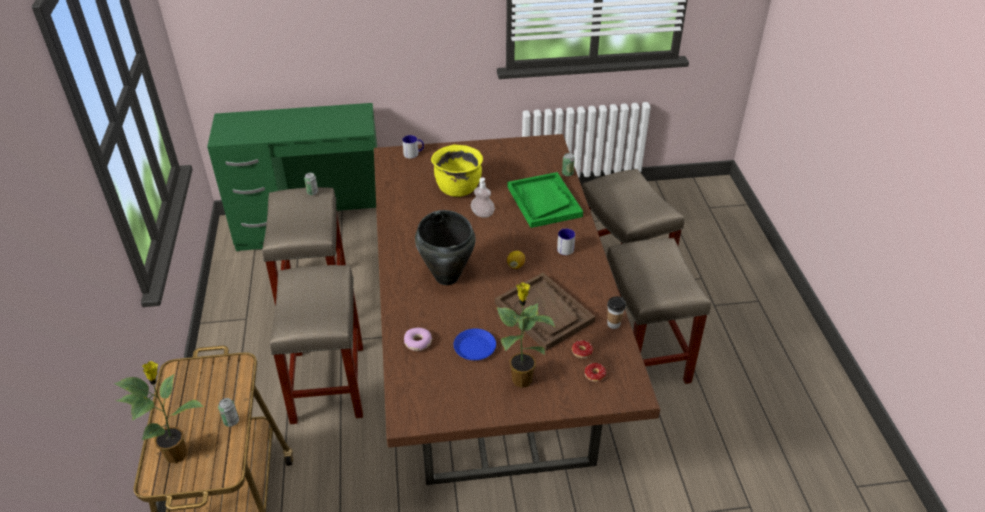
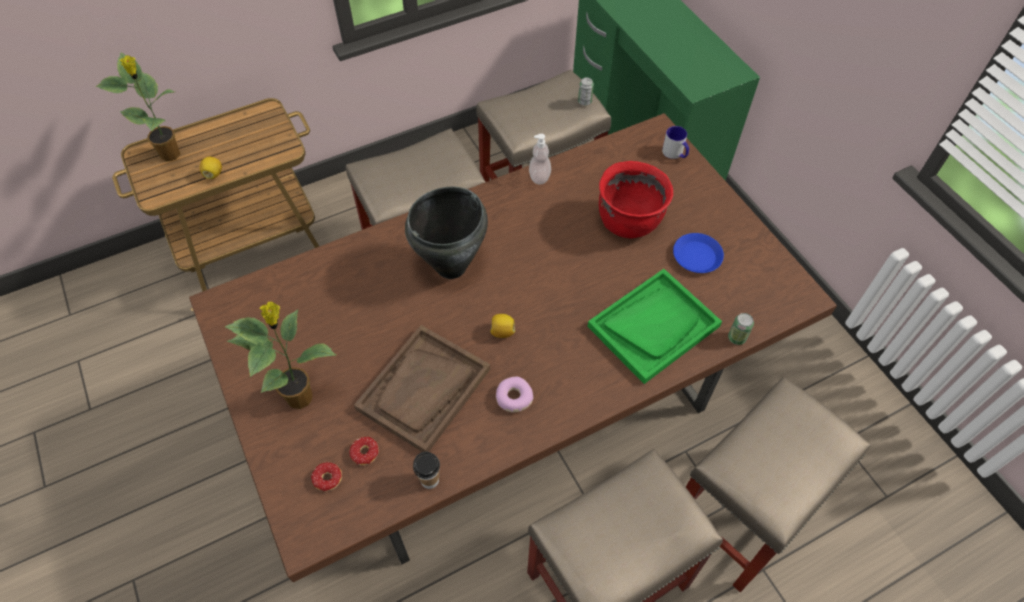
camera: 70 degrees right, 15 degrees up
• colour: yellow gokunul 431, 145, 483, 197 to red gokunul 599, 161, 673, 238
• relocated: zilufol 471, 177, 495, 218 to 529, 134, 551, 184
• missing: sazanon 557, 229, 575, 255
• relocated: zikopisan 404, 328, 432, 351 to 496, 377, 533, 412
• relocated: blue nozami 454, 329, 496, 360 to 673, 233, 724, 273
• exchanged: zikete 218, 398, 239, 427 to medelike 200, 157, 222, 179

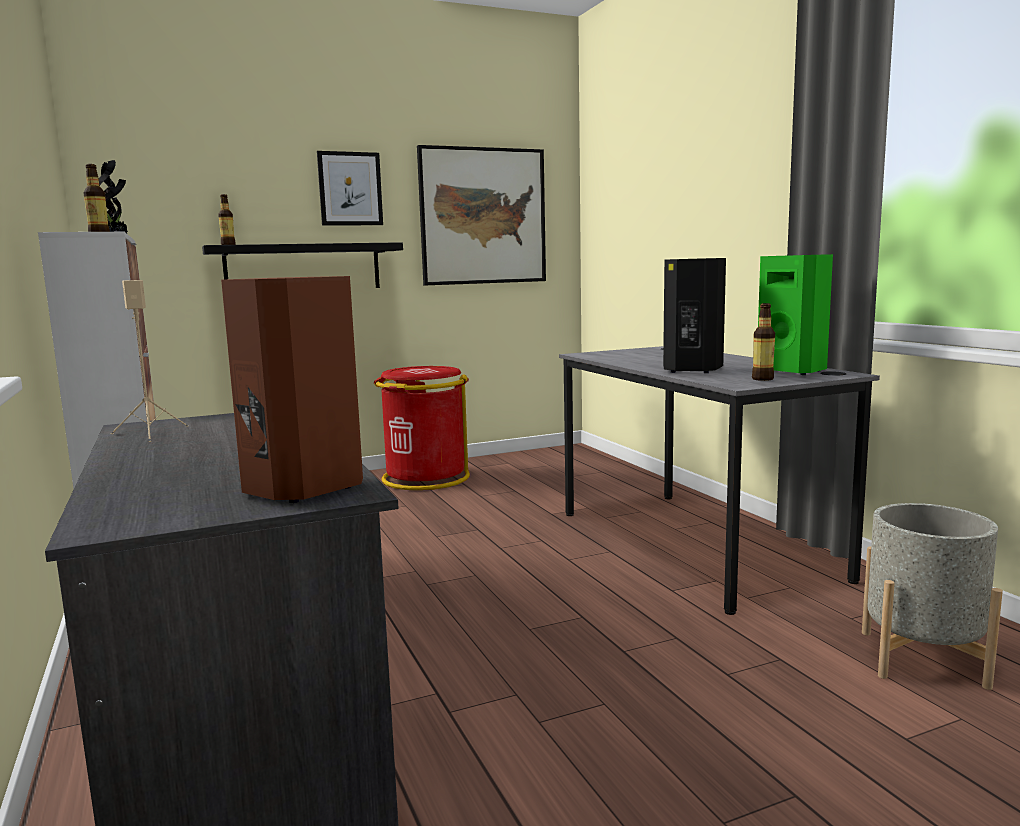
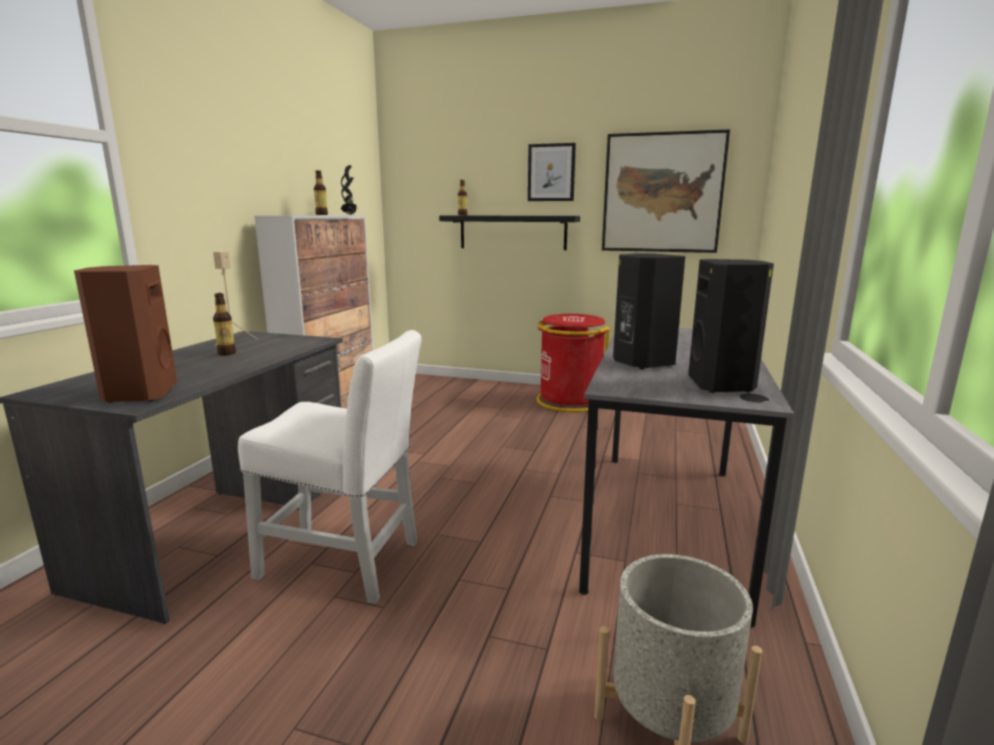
camera: 40 degrees right, 5 degrees up
• colour: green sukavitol 758, 254, 833, 375 to black sukavitol 688, 259, 774, 393
• relocated: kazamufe 752, 303, 775, 381 to 213, 293, 236, 355
• appeared: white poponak 238, 330, 422, 604

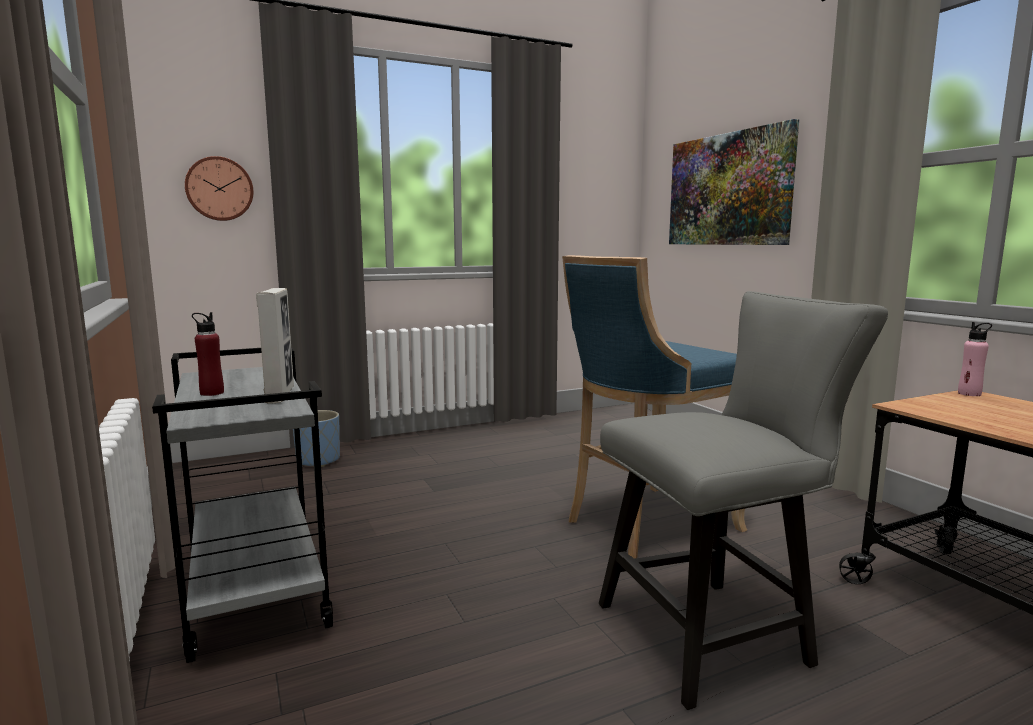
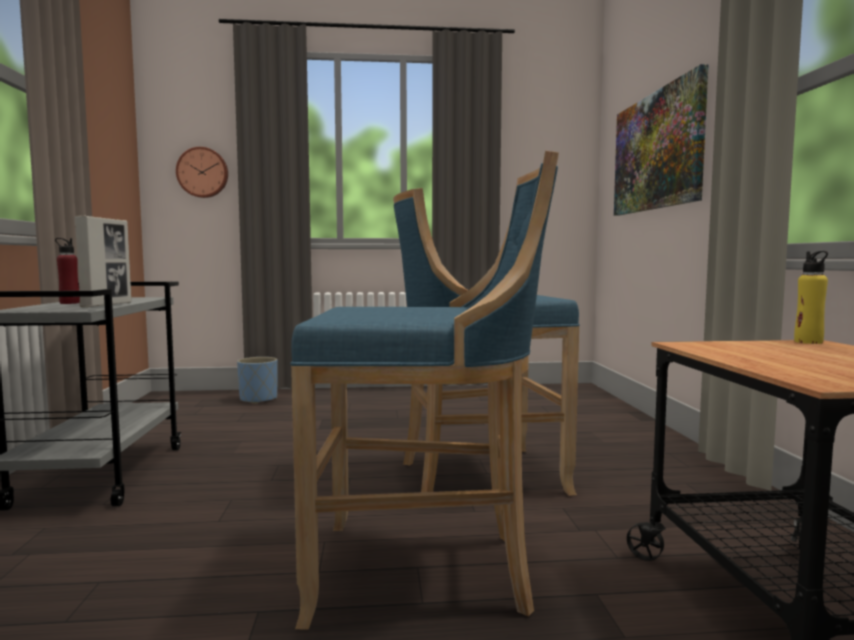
camera: 20 degrees right, 5 degrees down
• exchanged: grey poponak 599, 291, 888, 710 to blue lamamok 290, 151, 559, 629
• colour: pink kazamufe 958, 322, 992, 396 to yellow kazamufe 794, 251, 828, 344

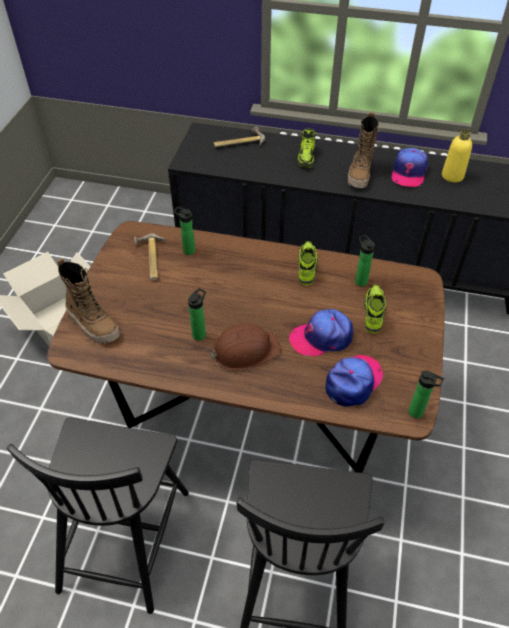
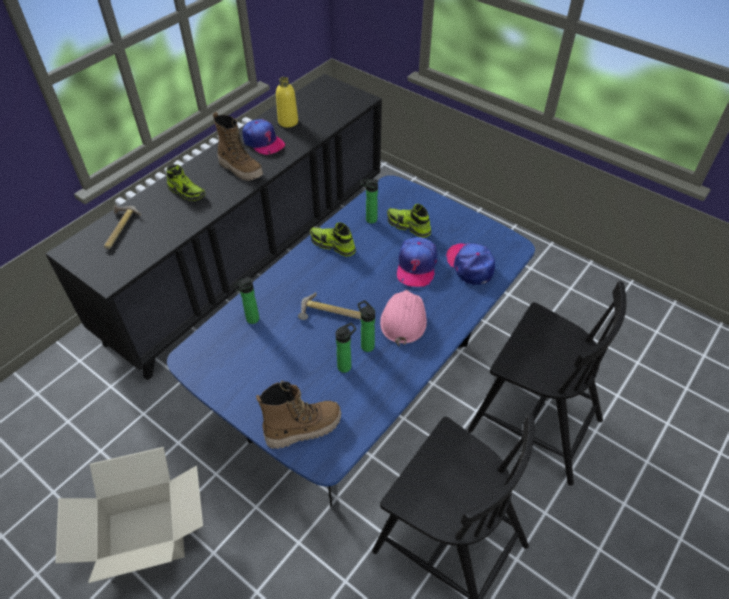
camera: 65 degrees left, 0 degrees up
• colour: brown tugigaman 47, 221, 445, 473 to blue tugigaman 167, 175, 535, 507
• relocated: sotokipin 134, 233, 166, 280 to 298, 292, 361, 320
• colour: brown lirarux 211, 323, 281, 371 to pink lirarux 380, 290, 427, 346
• relocated: kazamufe 409, 370, 444, 418 to 336, 323, 356, 373

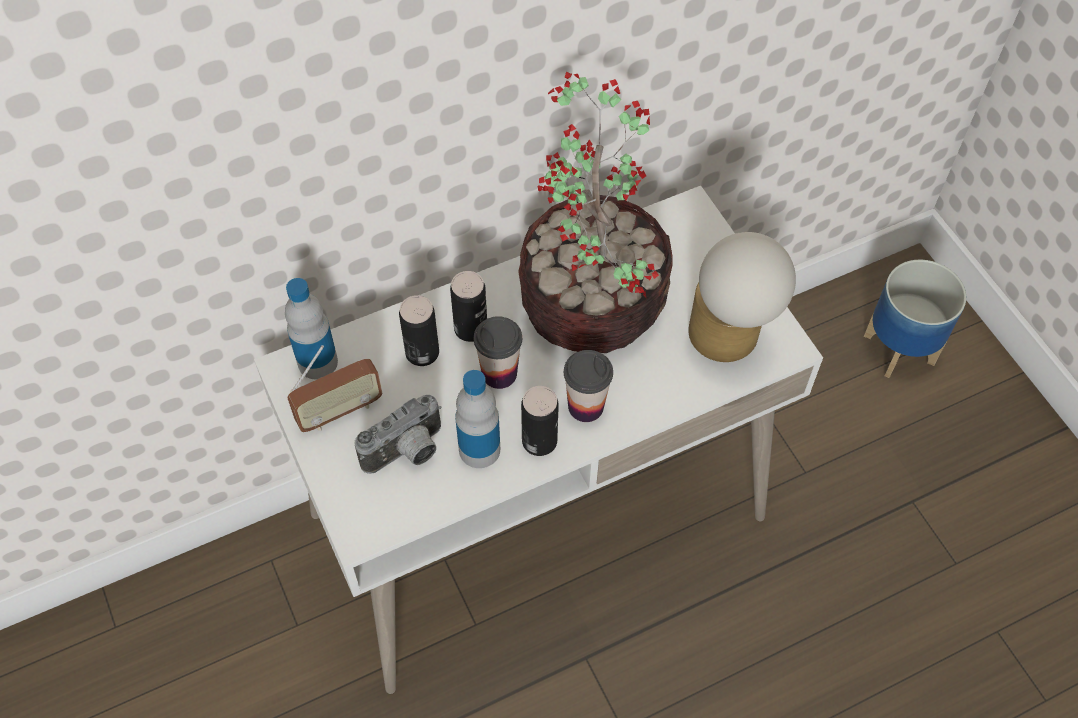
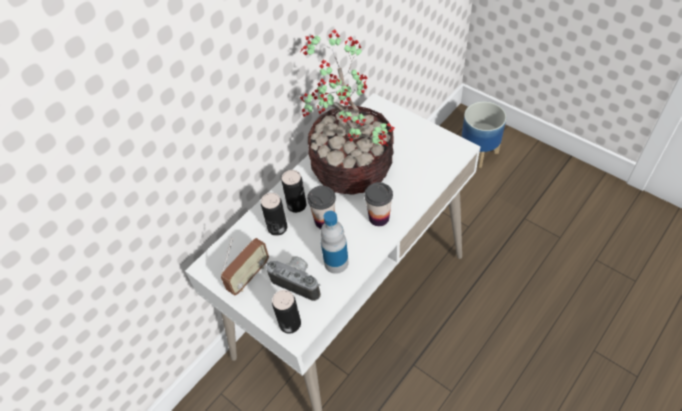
camera: 20 degrees left, 5 degrees down
• missing: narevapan 688, 232, 796, 362
• missing: kazamufe 285, 278, 338, 379
• relocated: zikete 521, 386, 559, 456 to 272, 290, 301, 334
• spun: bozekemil 354, 395, 442, 474 = 266, 256, 321, 301 90 degrees counterclockwise

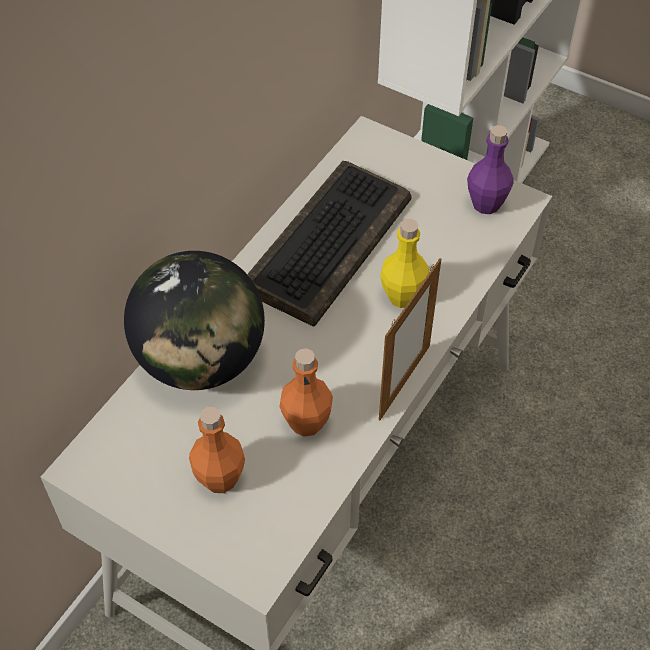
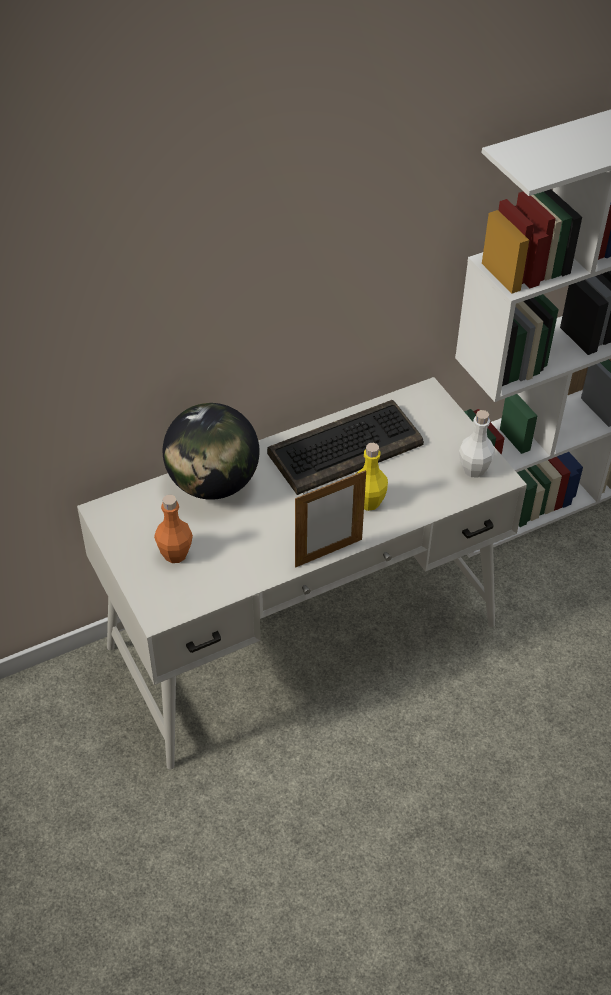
camera: 30 degrees right, 5 degrees down
• colour: purple kazamufe 467, 125, 514, 214 to white kazamufe 459, 410, 495, 478
• missing: orange kazamufe 279, 348, 333, 437

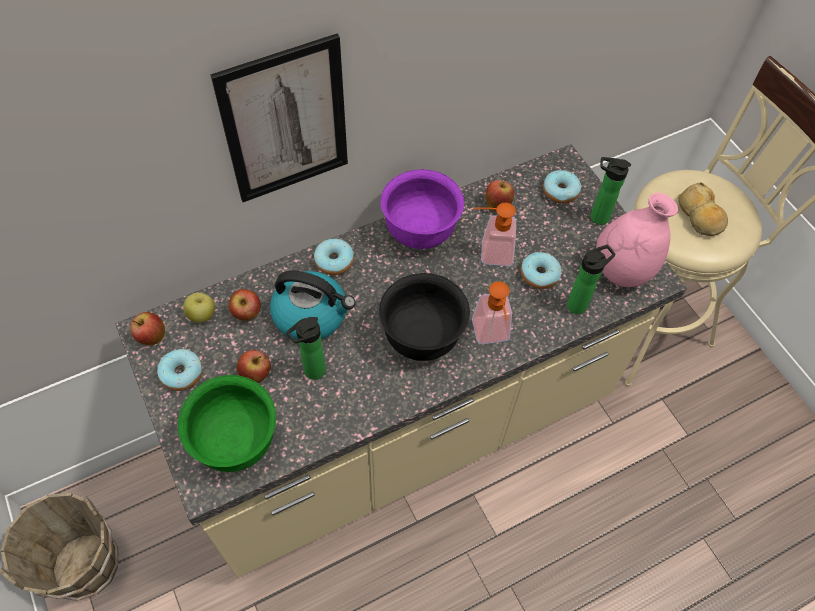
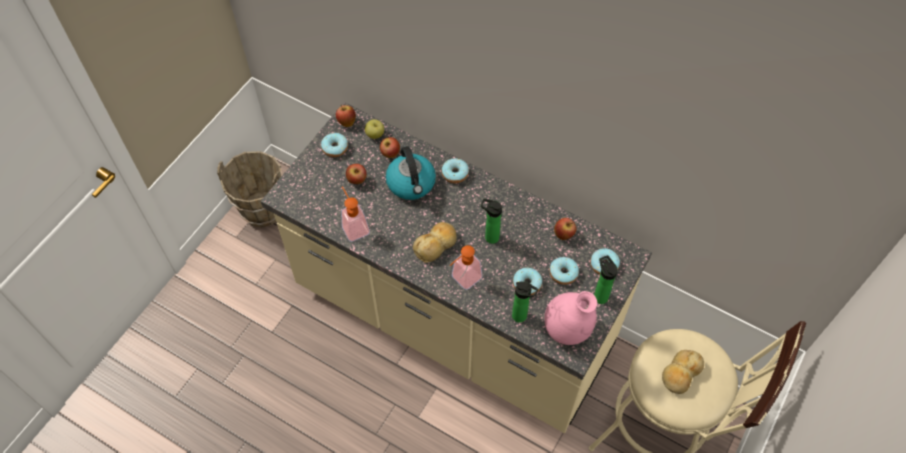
camera: 60 degrees right, 0 degrees up
• missing: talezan 210, 33, 348, 202
• missing: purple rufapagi 381, 169, 464, 249
• relocated: zilufol 473, 203, 516, 266 to 341, 186, 370, 242
• exchanged: black rufapagi 379, 273, 470, 361 to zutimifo 413, 222, 457, 263
• relocated: kazamufe 286, 317, 326, 380 to 481, 199, 503, 244
• missing: green rufapagi 178, 375, 276, 472
• appeared: zikopisan 549, 257, 579, 285

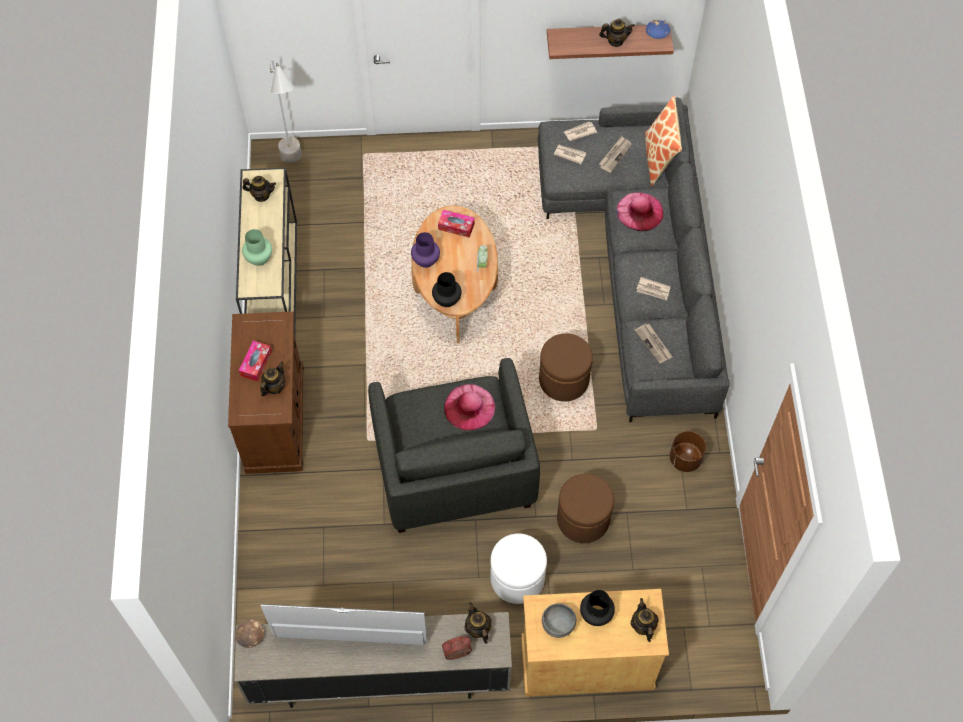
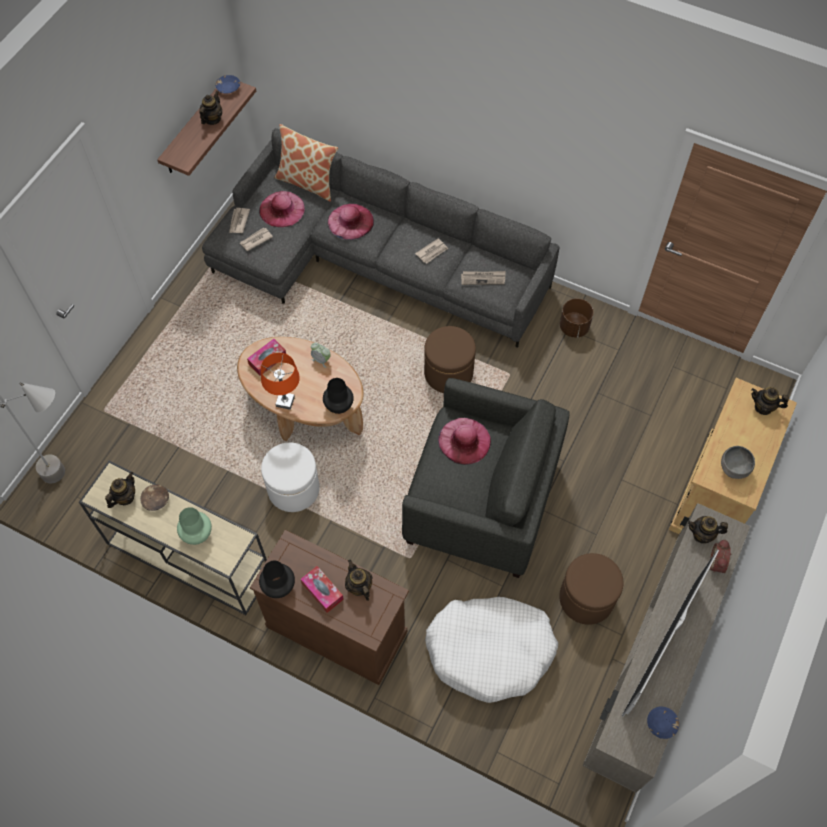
camera: 60 degrees left, 0 degrees up
• exchanged: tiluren 599, 136, 632, 173 to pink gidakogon 259, 191, 305, 227
• exchanged: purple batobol 411, 232, 440, 268 to orange narevapan 261, 353, 300, 410
• relocated: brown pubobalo 557, 474, 614, 543 to 559, 553, 623, 625
• relocated: white pubobalo 490, 533, 547, 604 to 261, 443, 320, 512
• relocated: black batobol 580, 590, 615, 626 to 259, 561, 295, 598
• relocated: brown rufapagi 235, 619, 264, 648 to 140, 484, 169, 511
• appeared: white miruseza 425, 597, 558, 703
• appeared: blue rufapagi 647, 707, 679, 739

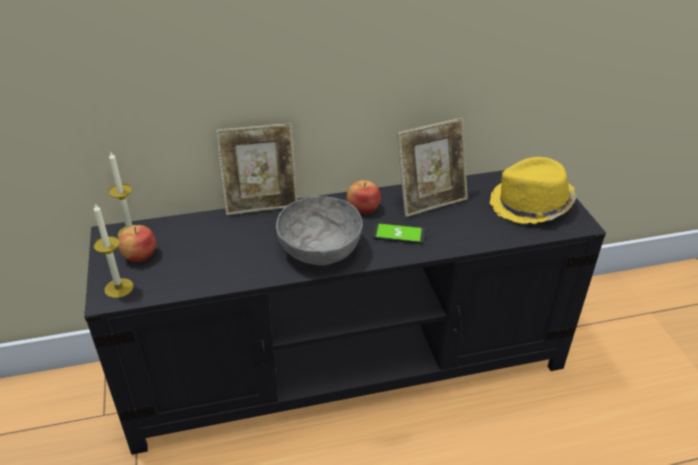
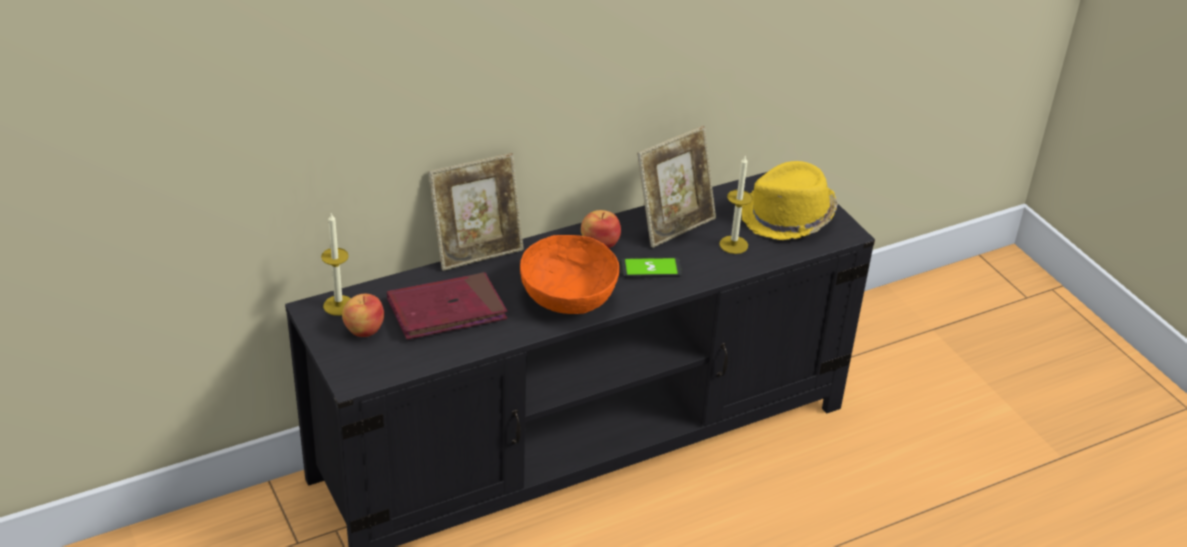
camera: 15 degrees left, 0 degrees up
• colour: grey rufapagi 276, 196, 363, 266 to orange rufapagi 520, 235, 619, 314
• relocated: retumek 94, 203, 134, 298 to 719, 156, 752, 254
• appeared: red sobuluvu 387, 273, 507, 339

